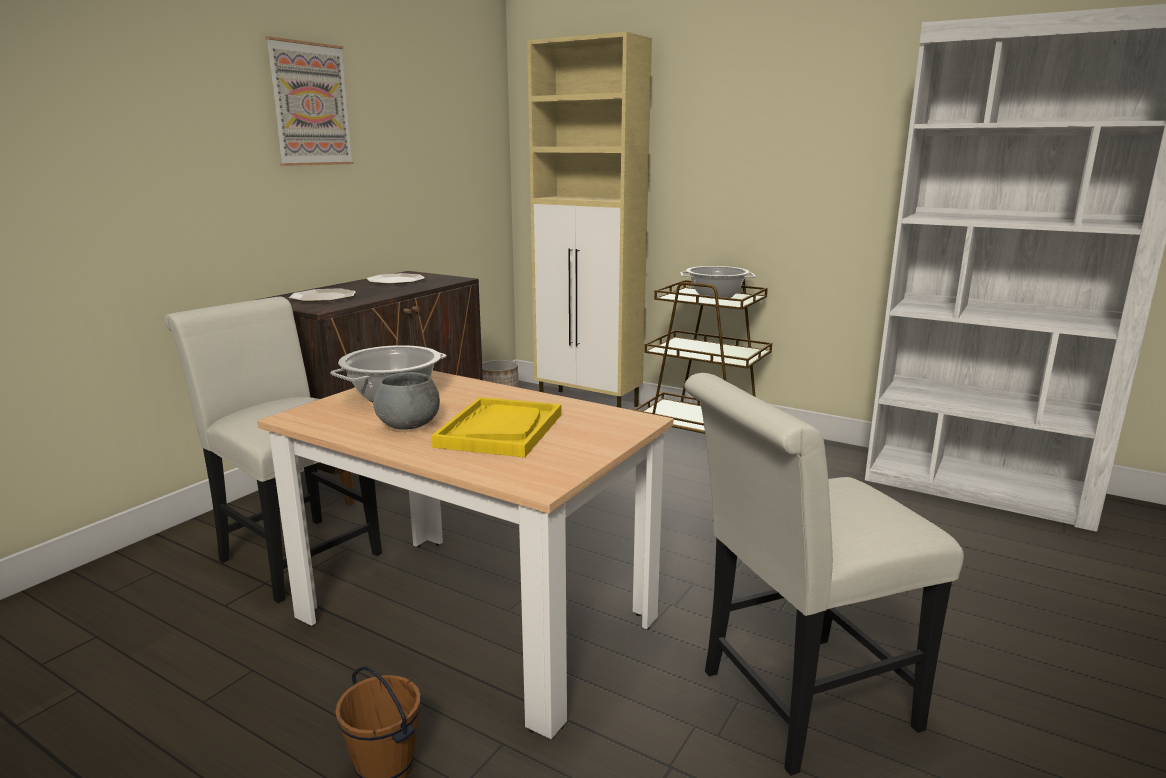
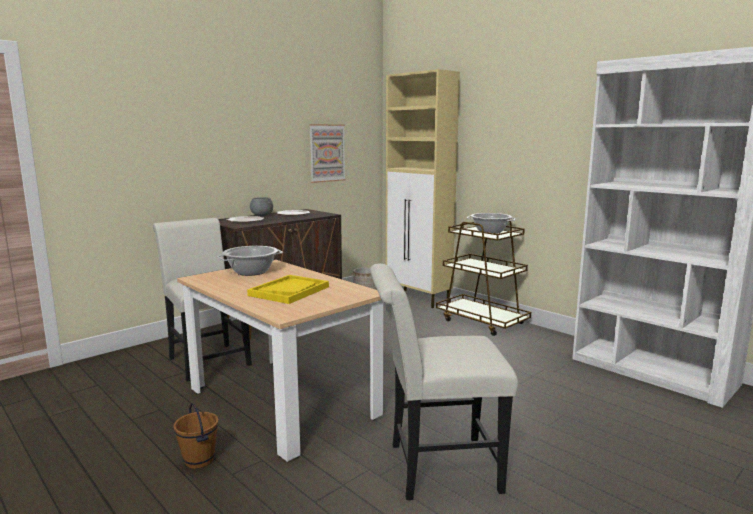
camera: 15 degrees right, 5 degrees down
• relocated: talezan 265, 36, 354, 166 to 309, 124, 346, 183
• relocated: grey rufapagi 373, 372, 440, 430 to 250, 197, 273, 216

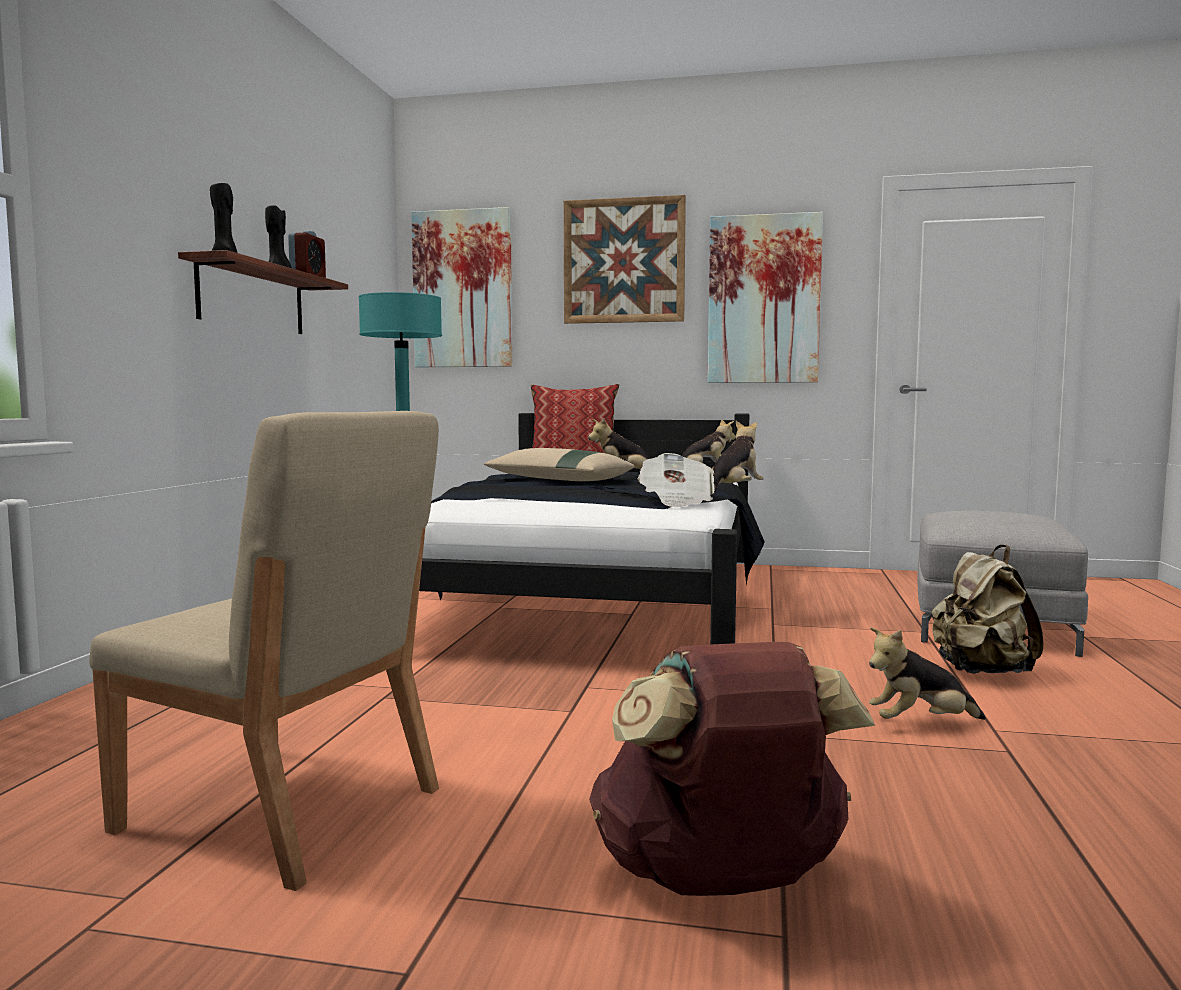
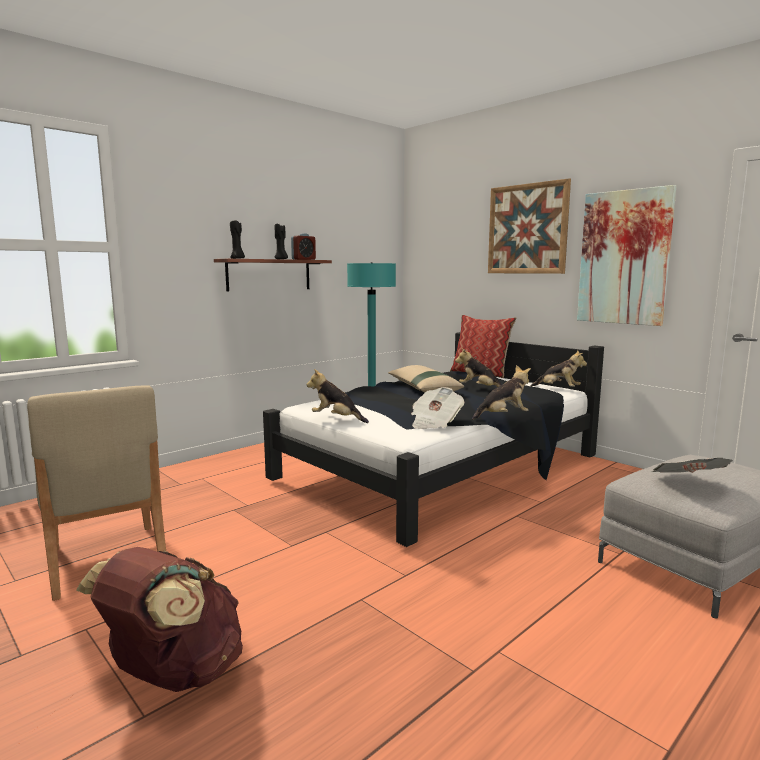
camera: 35 degrees right, 5 degrees up
• missing: talezan 411, 207, 512, 367
• missing: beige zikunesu 932, 545, 1043, 674
• relocated: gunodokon 869, 627, 986, 720 to 306, 369, 369, 423
• appeared: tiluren 652, 458, 733, 473

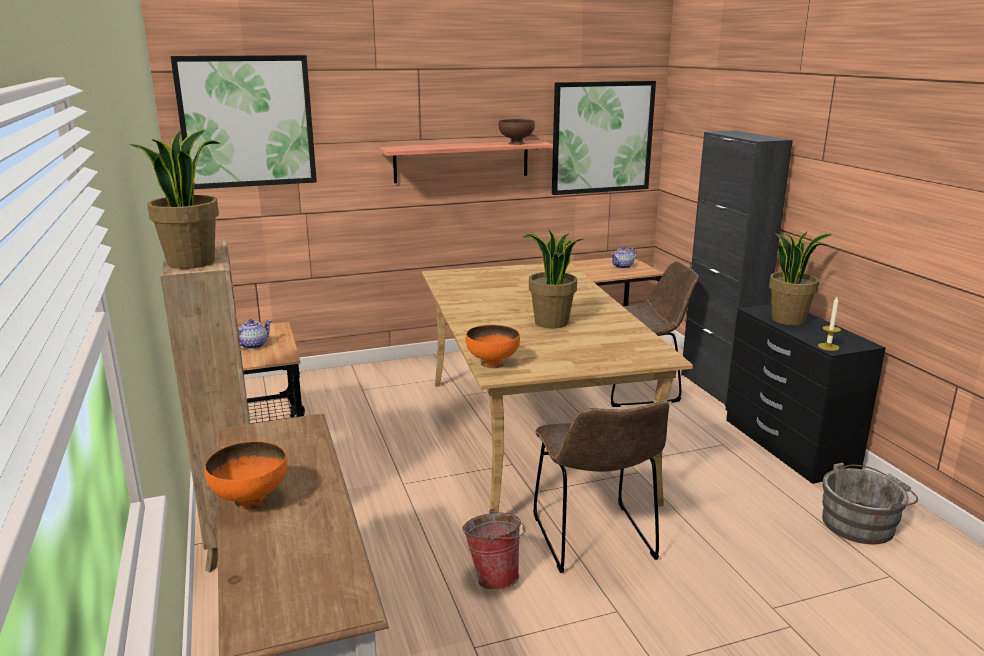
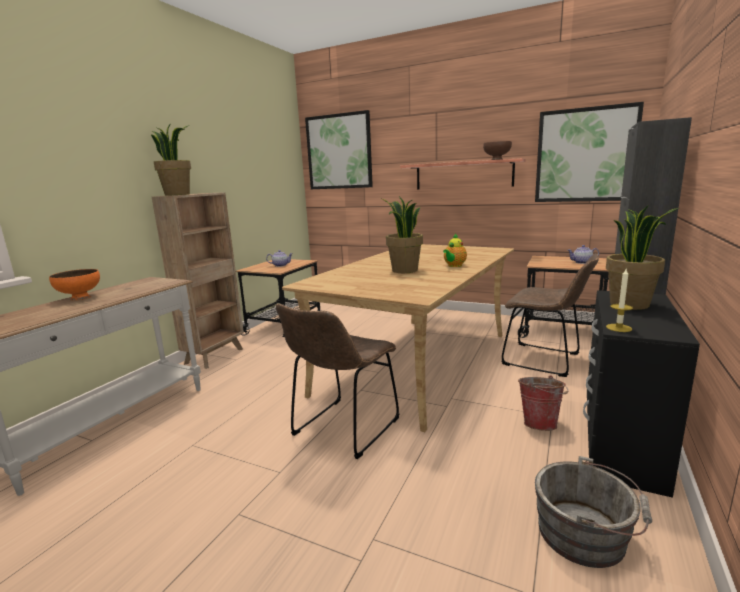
camera: 45 degrees right, 5 degrees down
• missing: orange rufapagi 465, 325, 520, 369
• relocated: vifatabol 462, 509, 526, 590 to 518, 375, 568, 431
• appeared: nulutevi 443, 234, 467, 267

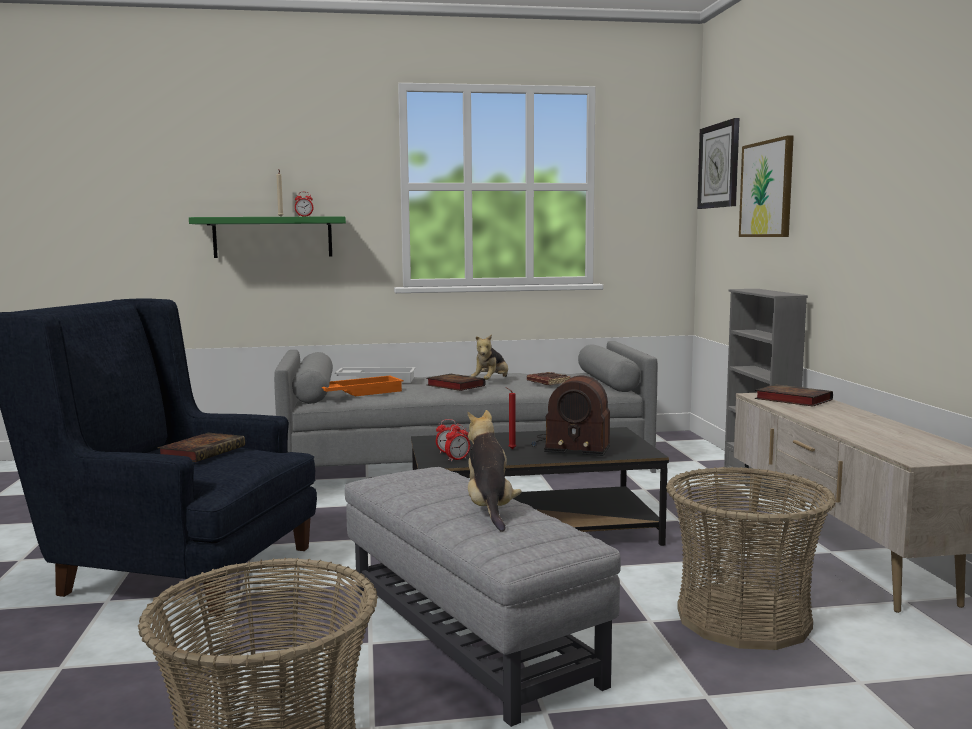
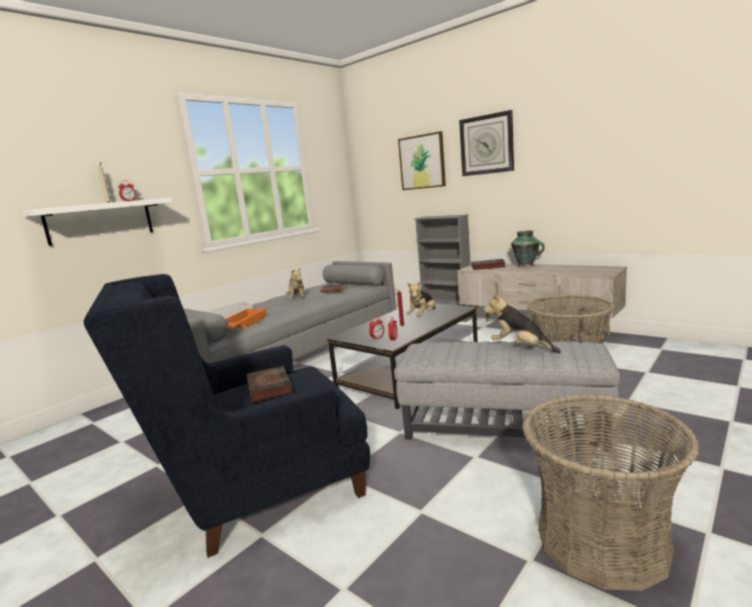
camera: 40 degrees left, 5 degrees up
• relocated: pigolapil 697, 118, 739, 209 to 459, 110, 514, 176
• colour: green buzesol 189, 216, 346, 258 to white buzesol 23, 198, 172, 246
• missing: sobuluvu 426, 374, 486, 391
• exchanged: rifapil 531, 376, 610, 456 to gunodokon 406, 281, 436, 317
• appeared: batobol 511, 231, 545, 267

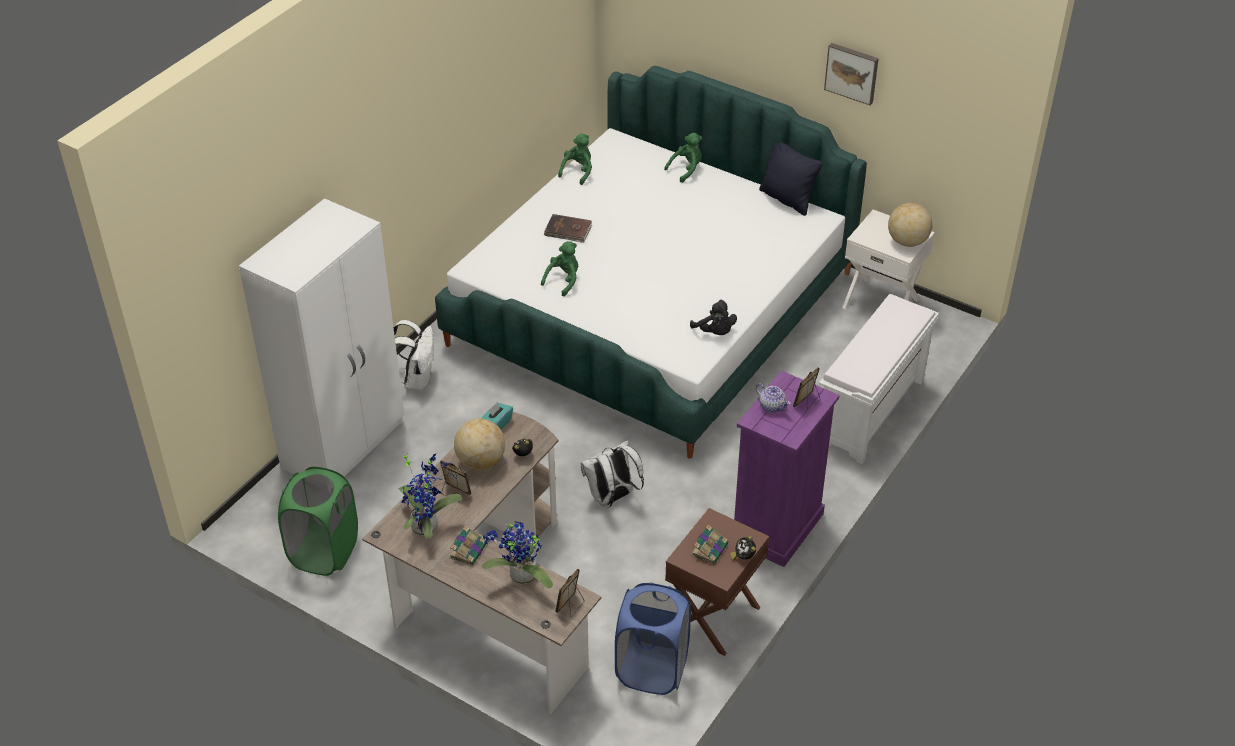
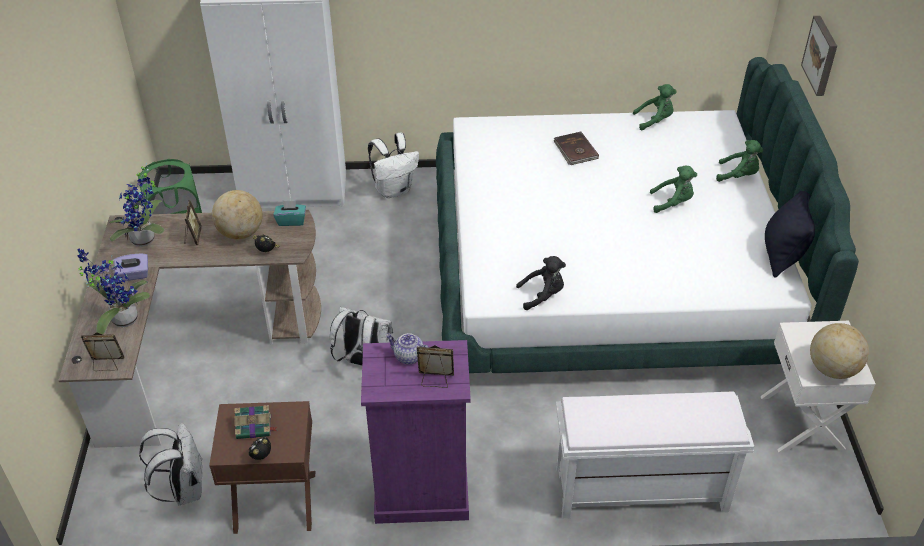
camera: 55 degrees right, 0 degrees up
• relocated: talezan 824, 43, 879, 105 to 801, 16, 837, 96
• relocated: green gunodokon 541, 241, 578, 297 to 650, 166, 697, 213
• spun: black gunodokon 690, 300, 737, 335 = 516, 256, 566, 310 120 degrees counterclockwise
• spun: nulutevi 756, 383, 790, 413 = 385, 333, 428, 364 105 degrees clockwise
• exchanged: sobuluvu 449, 526, 486, 566 to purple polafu 114, 254, 148, 281
• exchanged: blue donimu 615, 583, 691, 695 to white zikunesu 139, 423, 202, 505

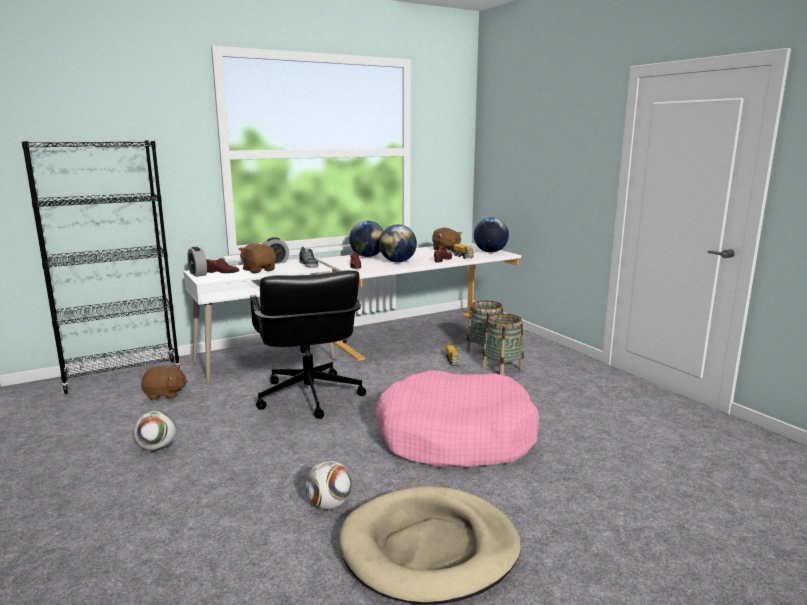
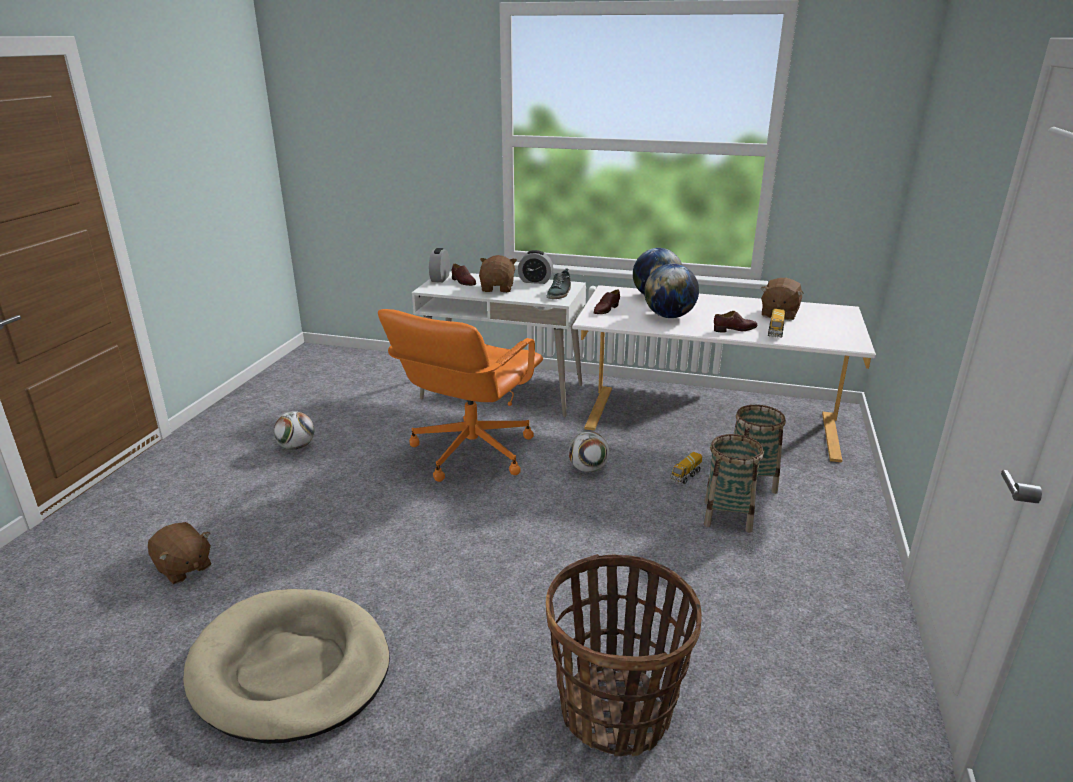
camera: 45 degrees right, 10 degrees up
• missing: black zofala 22, 141, 181, 394
• missing: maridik 474, 217, 509, 253
• colour: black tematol 250, 270, 366, 419 to orange tematol 378, 309, 543, 482
• relocated: brown gunodokon 141, 365, 188, 400 to 148, 522, 212, 584
• missing: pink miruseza 376, 371, 539, 468
• relocated: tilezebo 305, 460, 352, 509 to 568, 431, 609, 472
• appeared: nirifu 546, 554, 702, 756

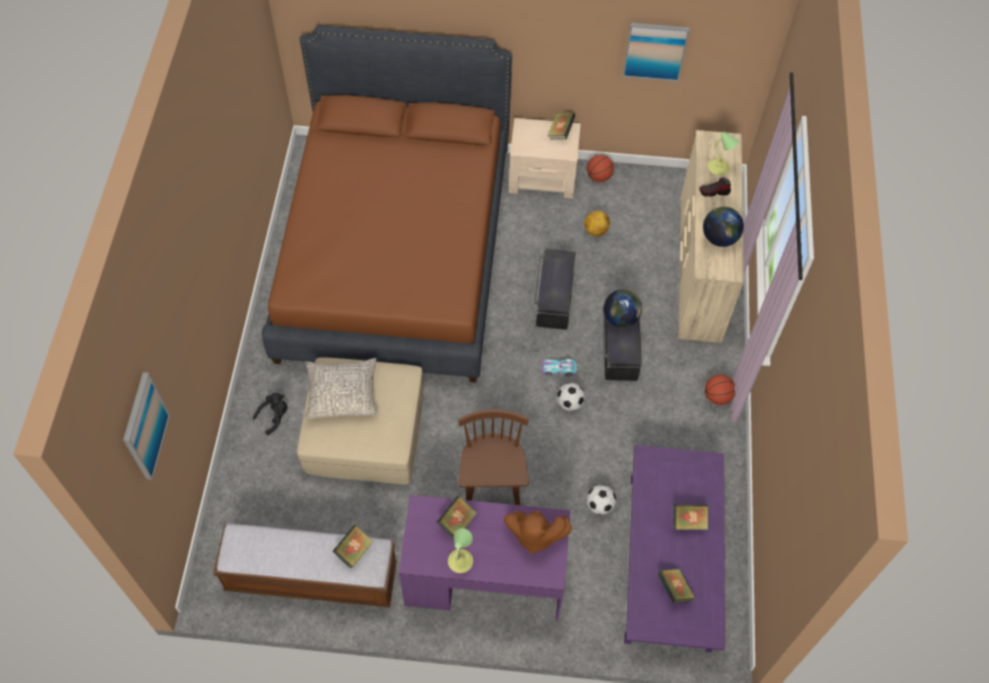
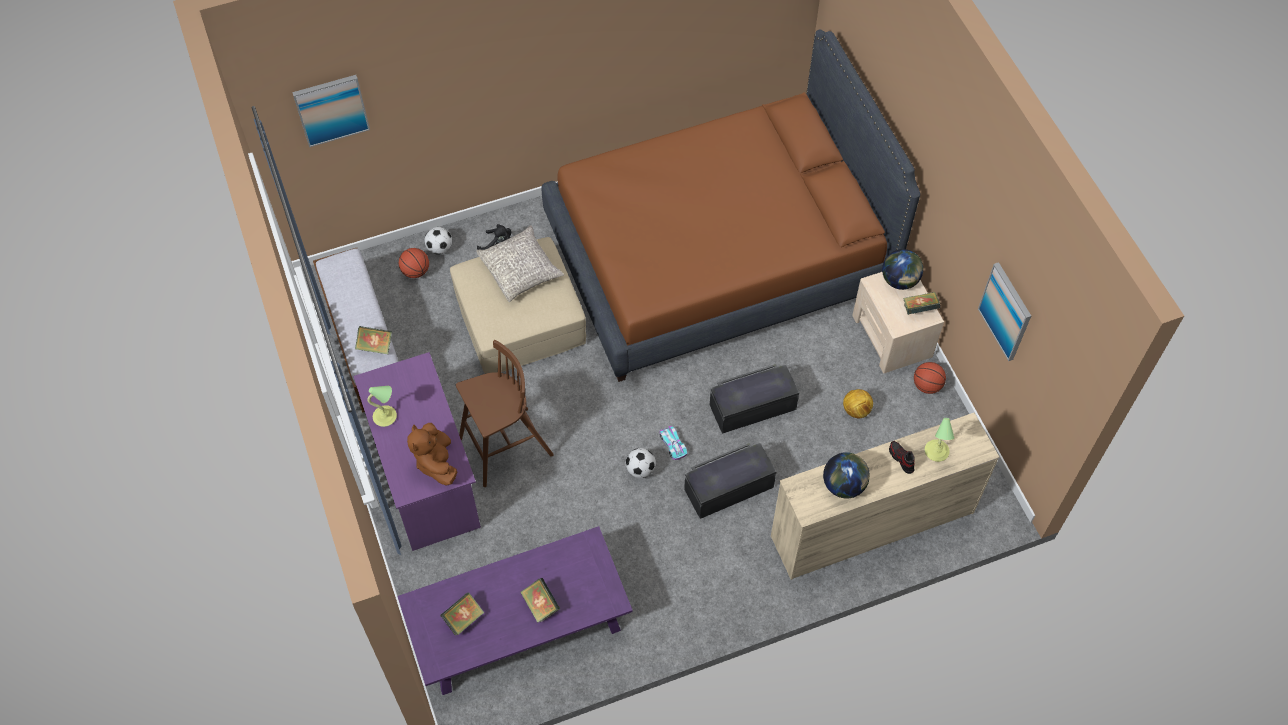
camera: 65 degrees right, 0 degrees up
• relocated: maridik 604, 289, 642, 328 to 882, 249, 923, 290
• relocated: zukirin 705, 374, 735, 405 to 399, 248, 429, 278
• relocated: tilezebo 587, 485, 616, 515 to 425, 227, 452, 255
• missing: sobuluvu 436, 496, 477, 540

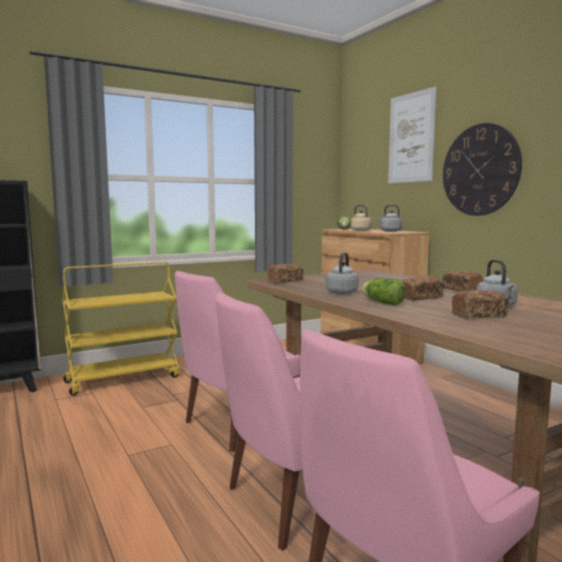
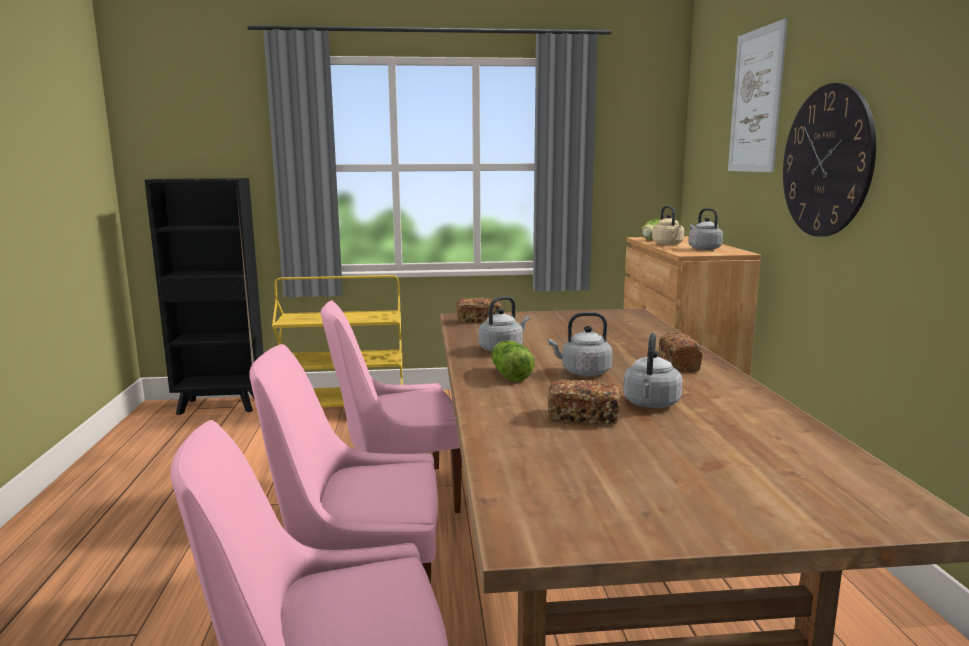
camera: 25 degrees right, 5 degrees up
• exchanged: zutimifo 401, 276, 444, 301 to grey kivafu 548, 312, 612, 376

